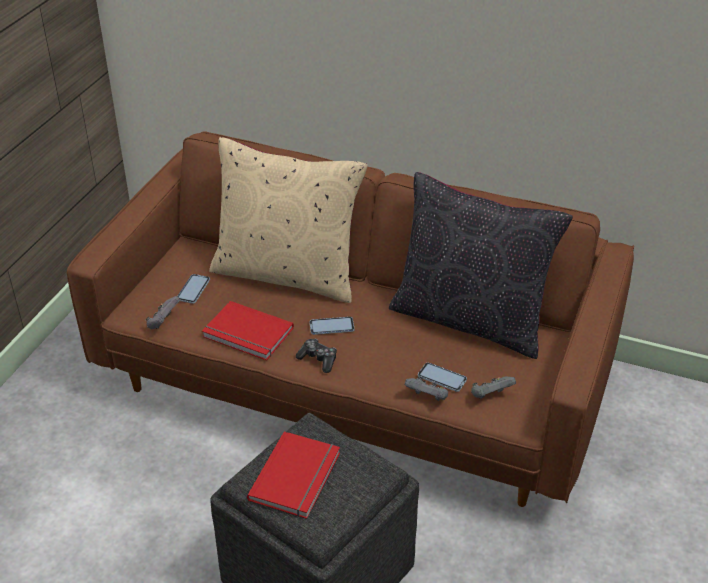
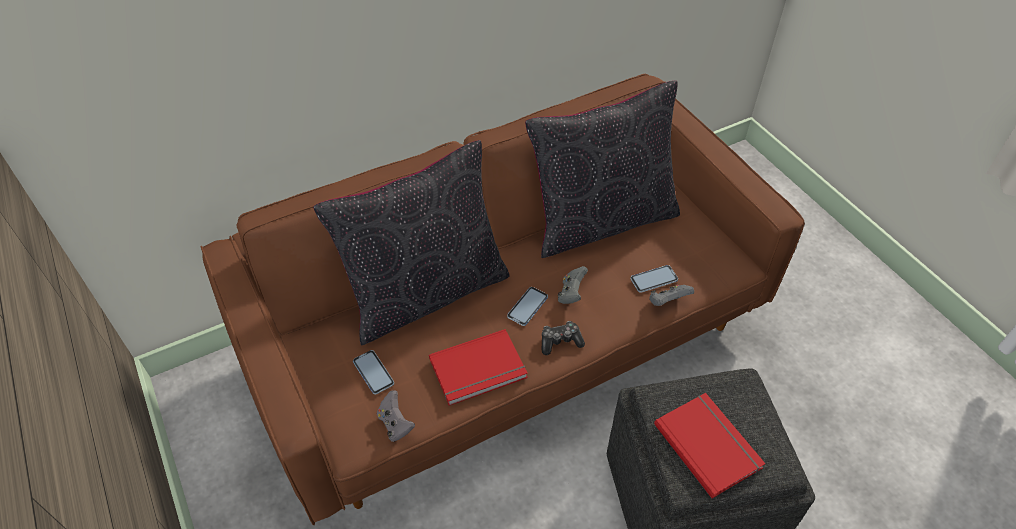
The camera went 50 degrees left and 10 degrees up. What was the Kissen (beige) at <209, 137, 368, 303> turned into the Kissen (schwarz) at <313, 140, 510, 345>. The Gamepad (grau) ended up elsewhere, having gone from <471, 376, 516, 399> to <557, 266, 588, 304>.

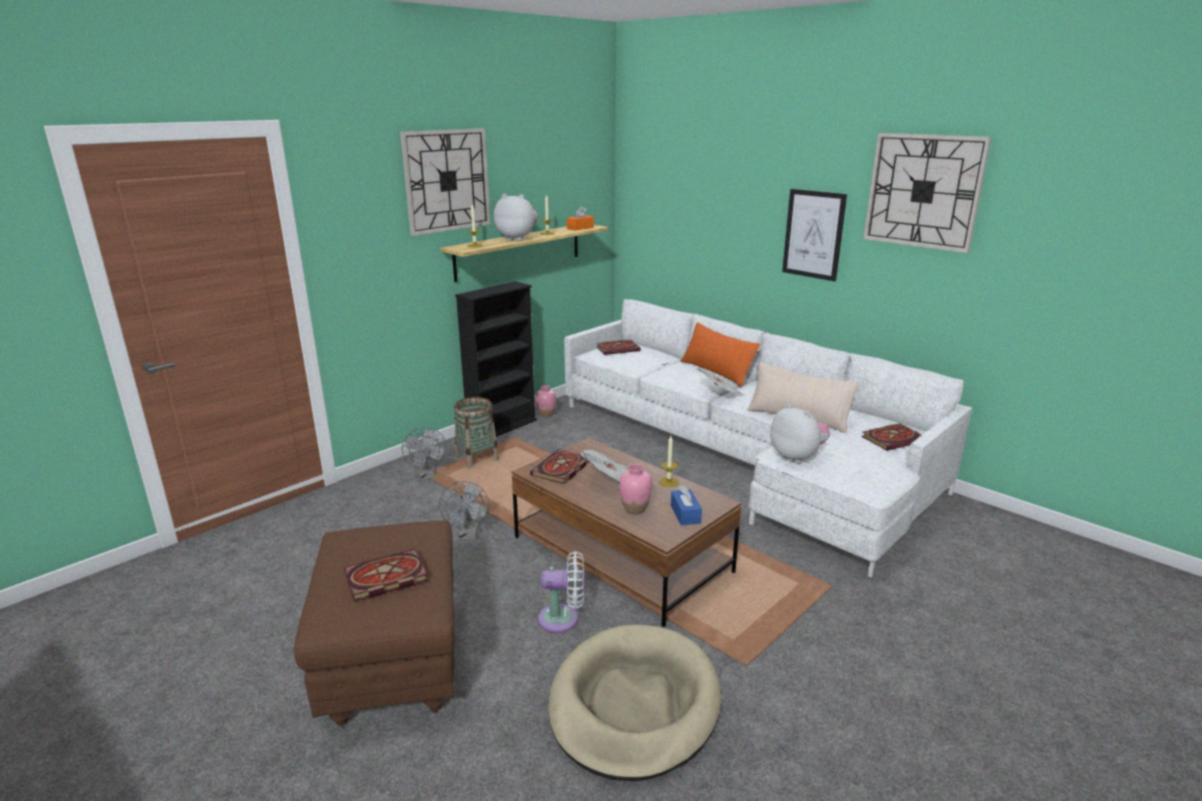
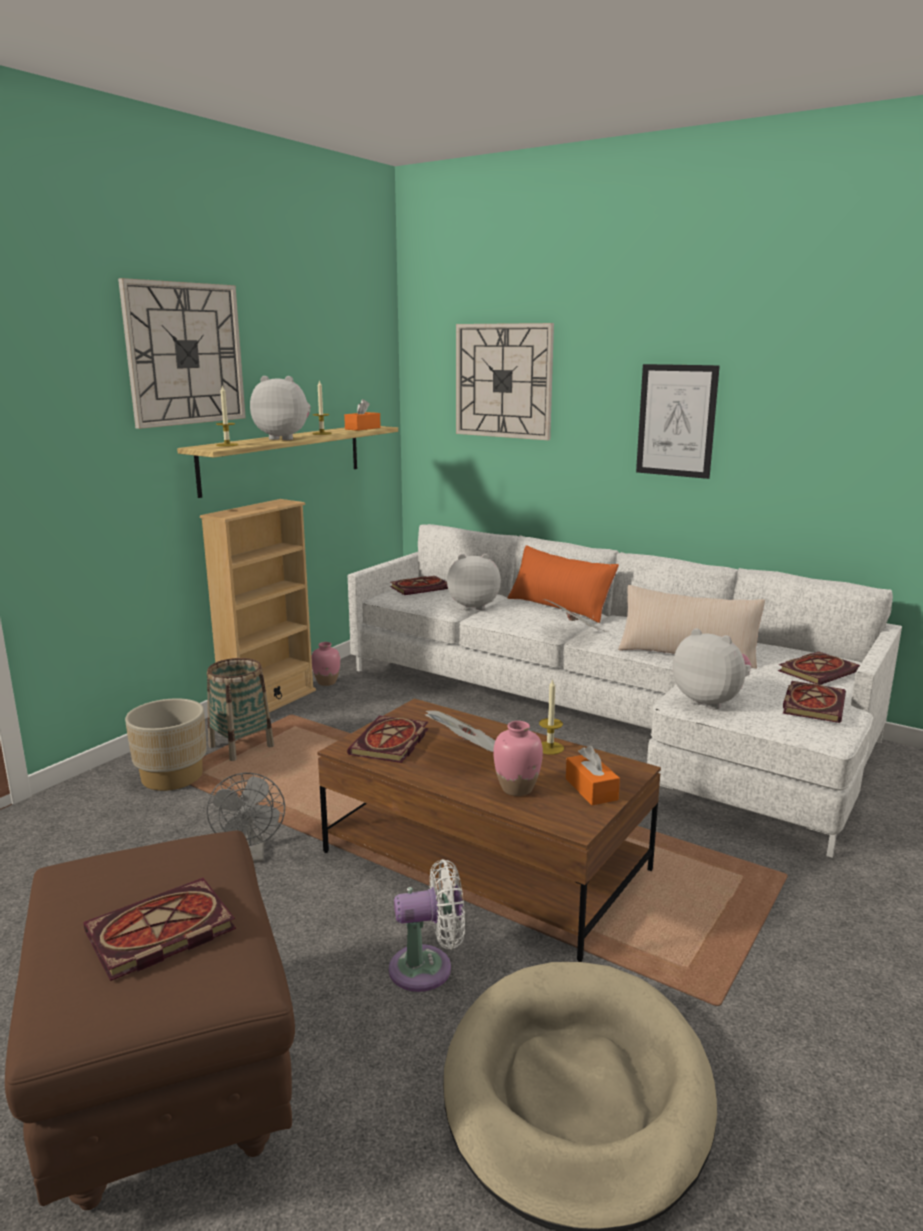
The camera went 10 degrees left and 5 degrees down. The Wanduhr ended up elsewhere, having gone from <863, 133, 992, 253> to <456, 323, 554, 440>. What was the Bücherregal (schwarz) at <455, 281, 537, 437> turned into the Bücherregal (beige) at <200, 499, 316, 712>. Where the Ventilator (grau) stood at <402, 427, 447, 480>, the Pflanzkübel (beige) came to stand at <125, 698, 207, 791>. What was the Taschentuchbox (blau) at <671, 485, 702, 525> turned into the Taschentuchbox (orange) at <566, 746, 620, 805>. The second view gained the Plüschtier at <447, 554, 501, 610>. The second view gained the Buch at <783, 681, 846, 723>.

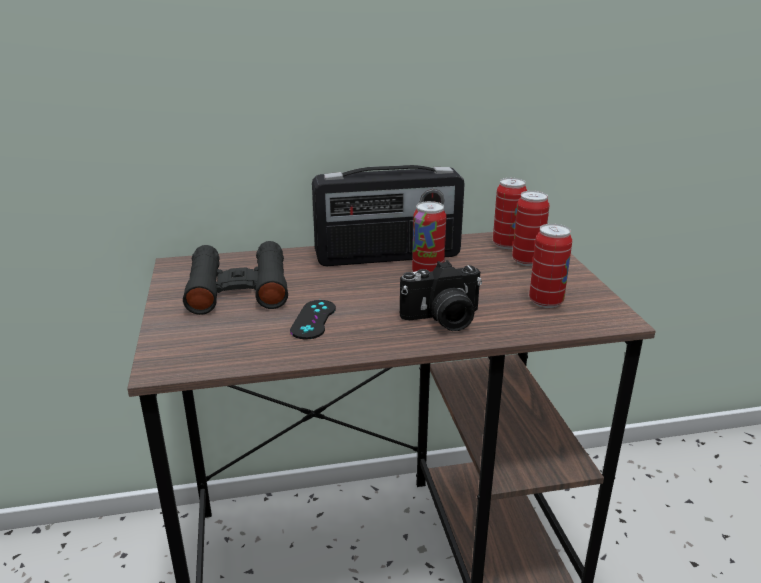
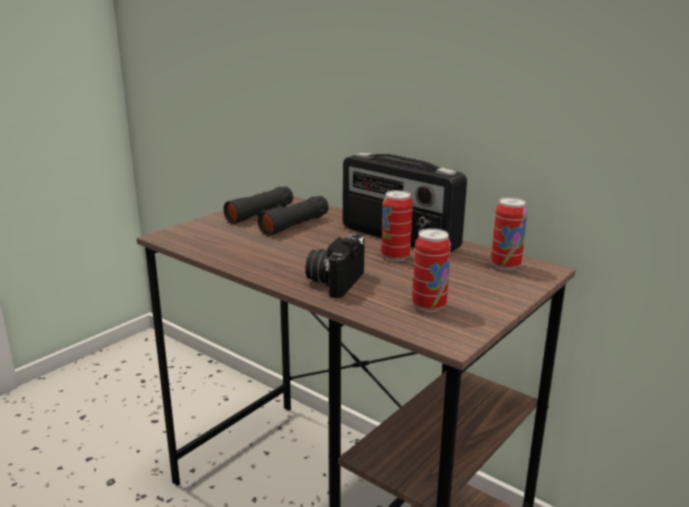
The camera went 50 degrees right and 5 degrees down. The second view lost the Dose at <512, 191, 549, 266>. The Kamera at <400, 260, 482, 331> ended up facing another way, 75 degrees clockwise from before. The second view lost the Gamepad (schwarz) at <290, 300, 336, 339>.

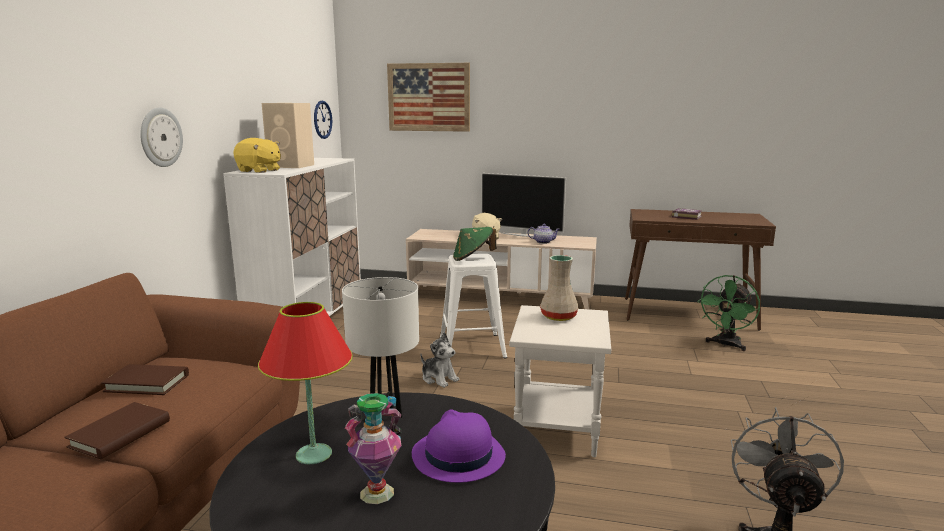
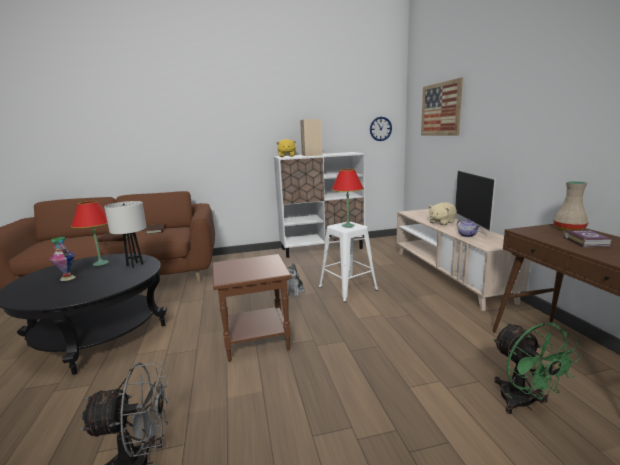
The camera went 65 degrees right and 0 degrees up. The second view lost the Wanduhr at <140, 107, 183, 167>. Where the Hut (grün) stood at <453, 227, 496, 261>, the Tischlampe (rot) came to stand at <331, 169, 364, 227>. The Vase (beige) ended up elsewhere, having gone from <540, 255, 579, 321> to <553, 181, 588, 231>. The Ventilator (grün) at <698, 275, 760, 351> ended up facing another way, 120 degrees counterclockwise from before. What was the Beistelltisch (weiß) at <509, 305, 611, 457> turned into the Beistelltisch (braun) at <213, 254, 292, 362>. The second view lost the Hut (lila) at <412, 410, 506, 483>.

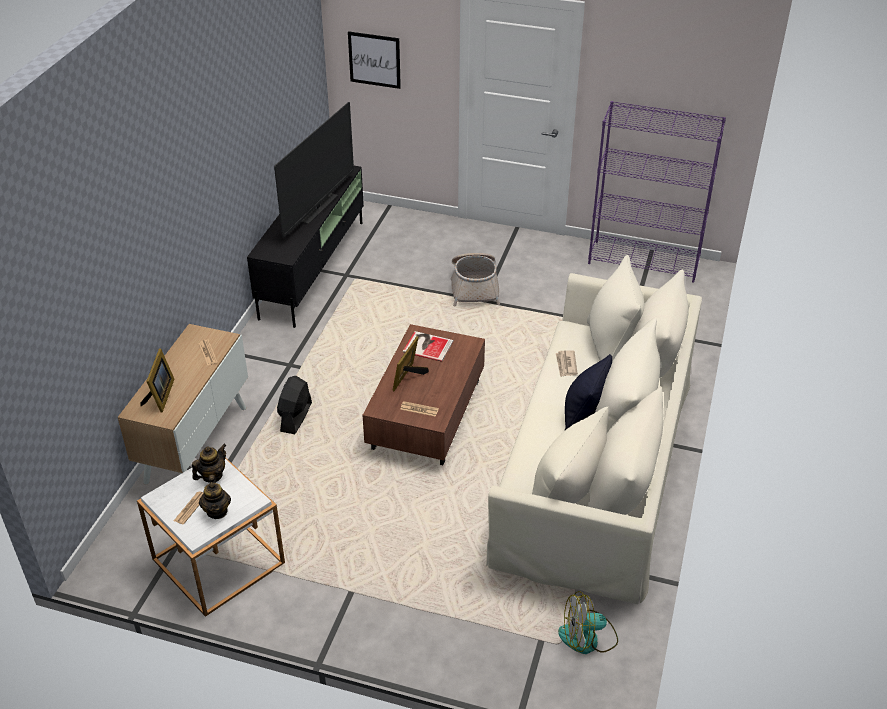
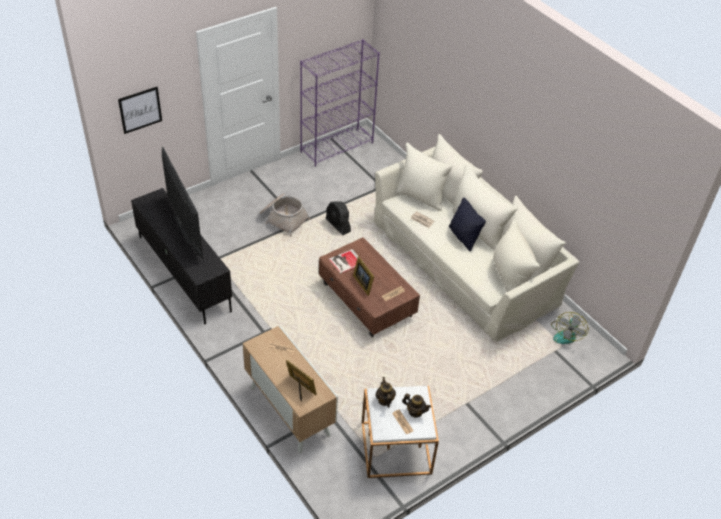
The camera went 55 degrees left and 5 degrees up. The Ventilator (schwarz) ended up elsewhere, having gone from <277, 376, 312, 434> to <326, 202, 351, 235>.

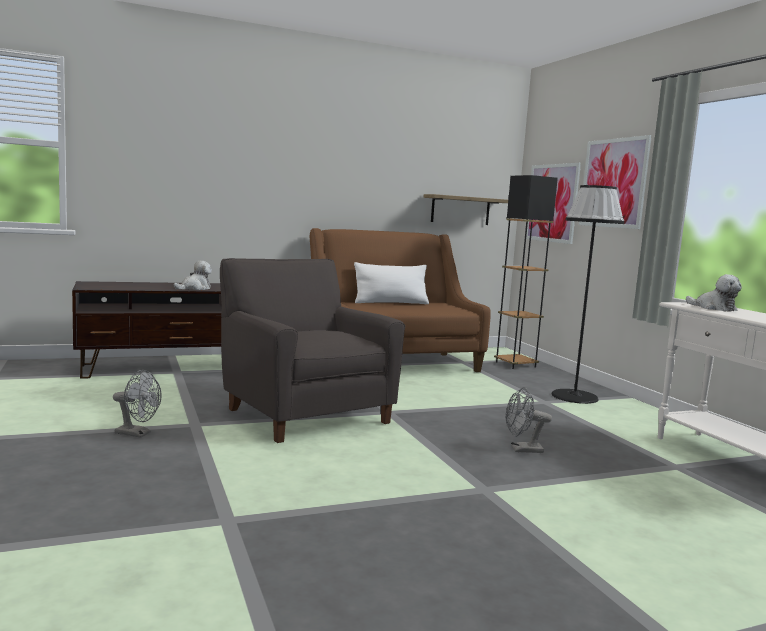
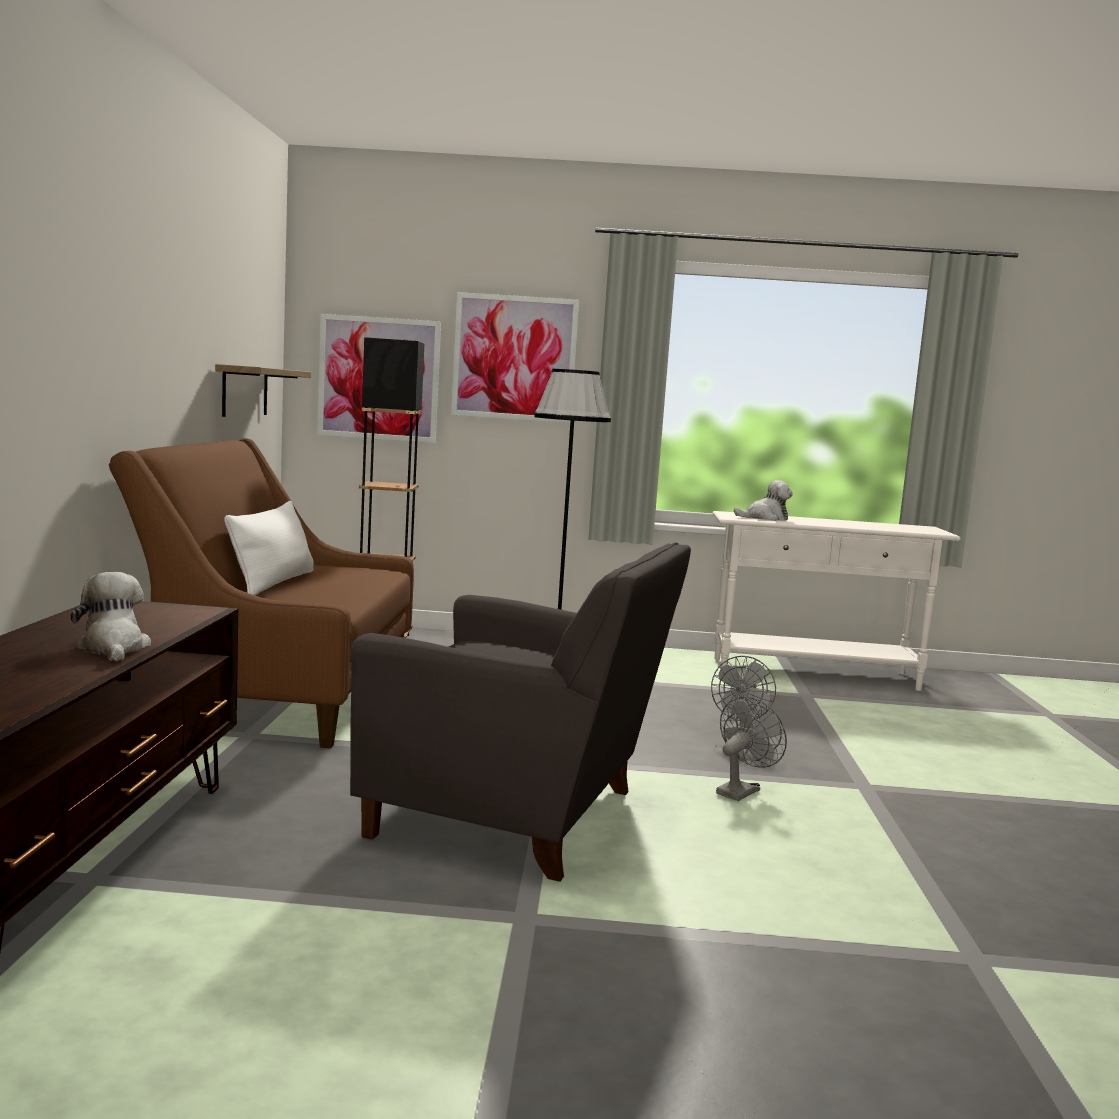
The camera went 65 degrees left and 0 degrees up. The Sessel (grau) at <220, 258, 405, 443> ended up facing another way, 150 degrees counterclockwise from before. The Ventilator (grau) ended up elsewhere, having gone from <113, 370, 162, 438> to <716, 696, 787, 801>.

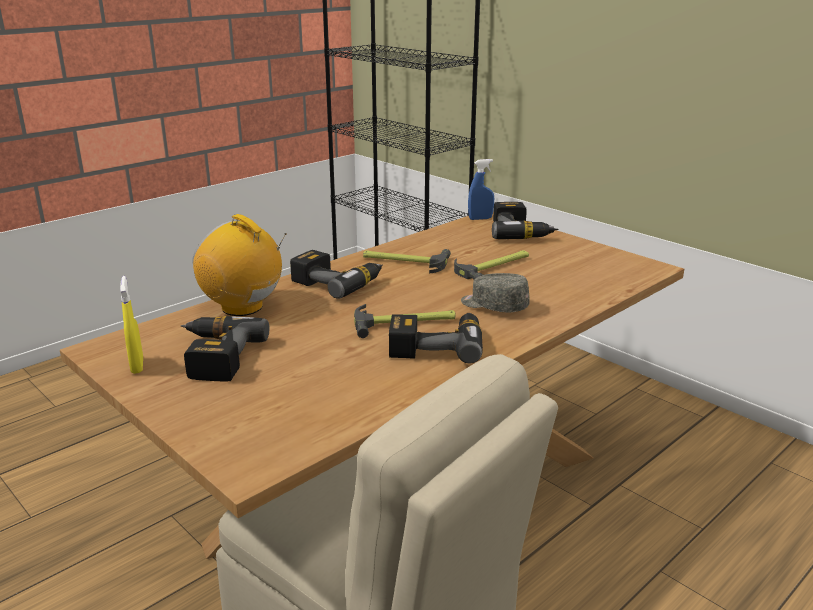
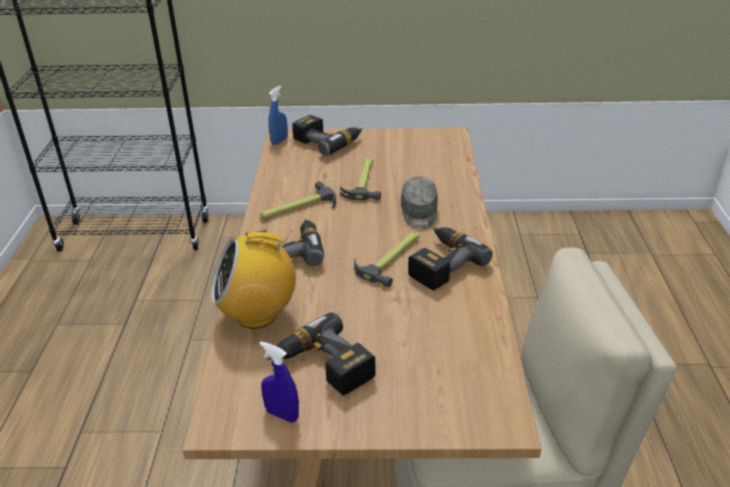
The camera went 45 degrees left and 10 degrees up. The Kappe (grau) at <461, 273, 530, 312> ended up facing another way, 75 degrees counterclockwise from before. What was the Sprühflasche (gelb) at <120, 276, 143, 374> turned into the Sprühflasche (blau) at <259, 341, 299, 423>.

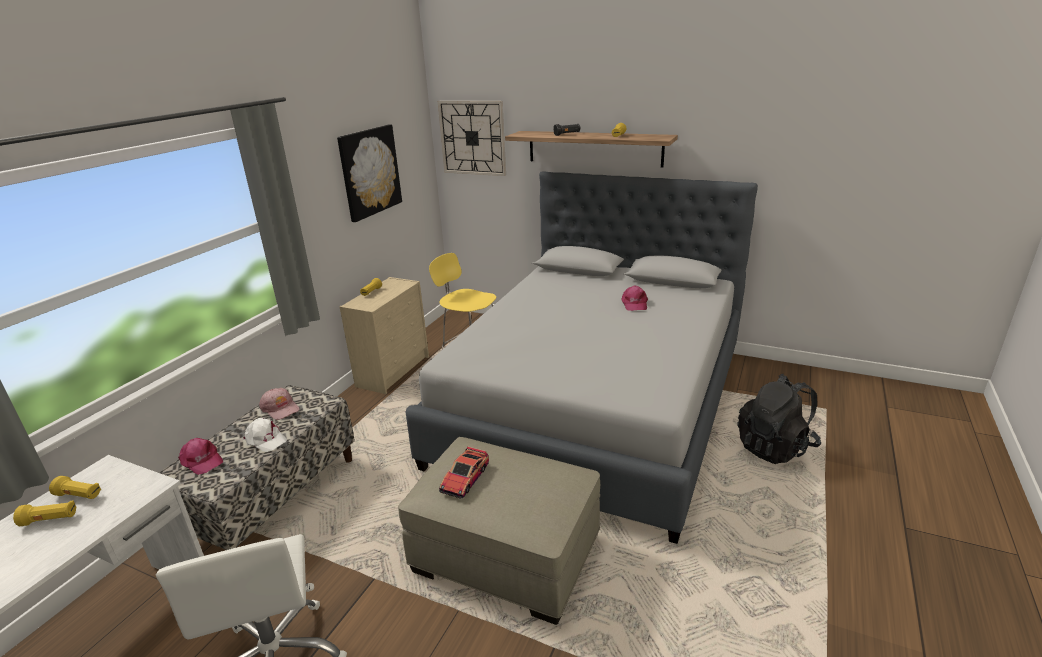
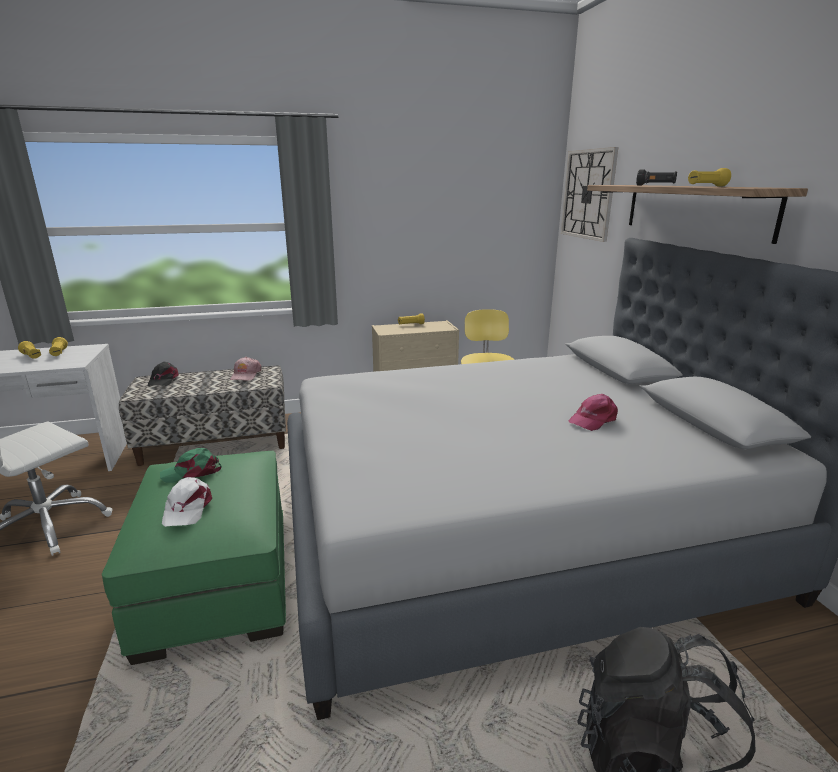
The camera went 50 degrees right and 5 degrees down. The second view lost the Bild at <337, 125, 402, 222>. The Kappe (weiß) ended up elsewhere, having gone from <243, 418, 287, 452> to <162, 477, 212, 527>. What was the Polsterhocker (beige) at <398, 437, 600, 625> turned into the Polsterhocker (grün) at <102, 451, 286, 665>. What was the Kappe (rosa) at <178, 438, 223, 475> turned into the Kappe (schwarz) at <147, 362, 179, 386>. Where the Spielzeugauto stood at <439, 446, 489, 498>, the Kappe (grün) came to stand at <160, 448, 222, 483>.

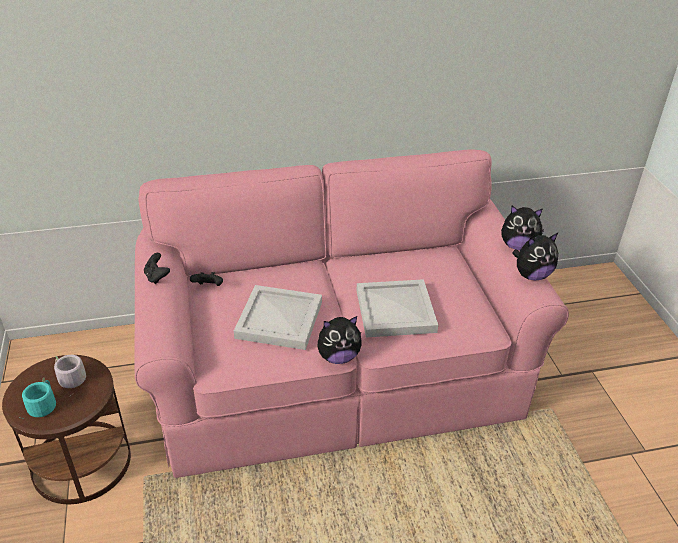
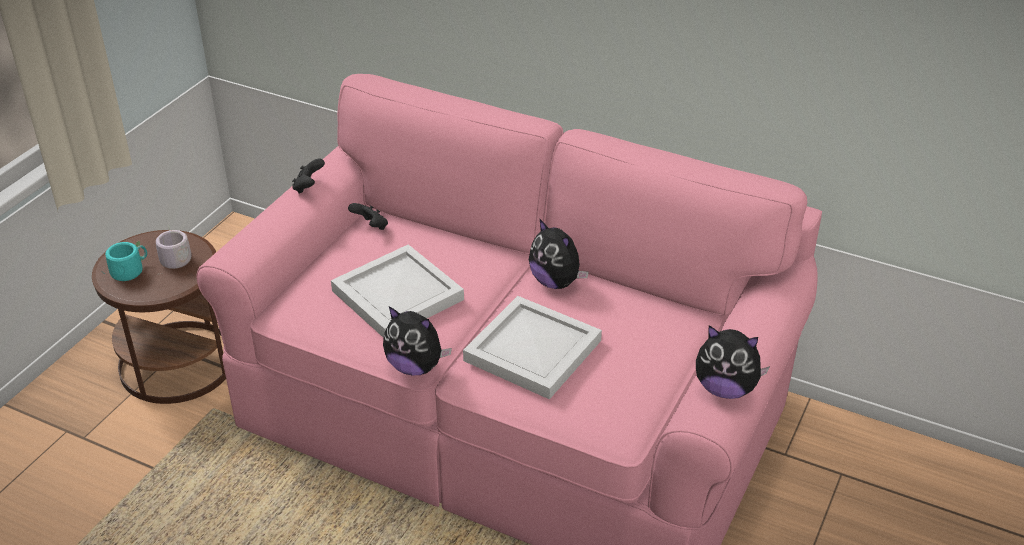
The camera went 40 degrees right and 0 degrees up. The Plüschtier ended up elsewhere, having gone from <501, 206, 544, 251> to <529, 218, 589, 289>.

